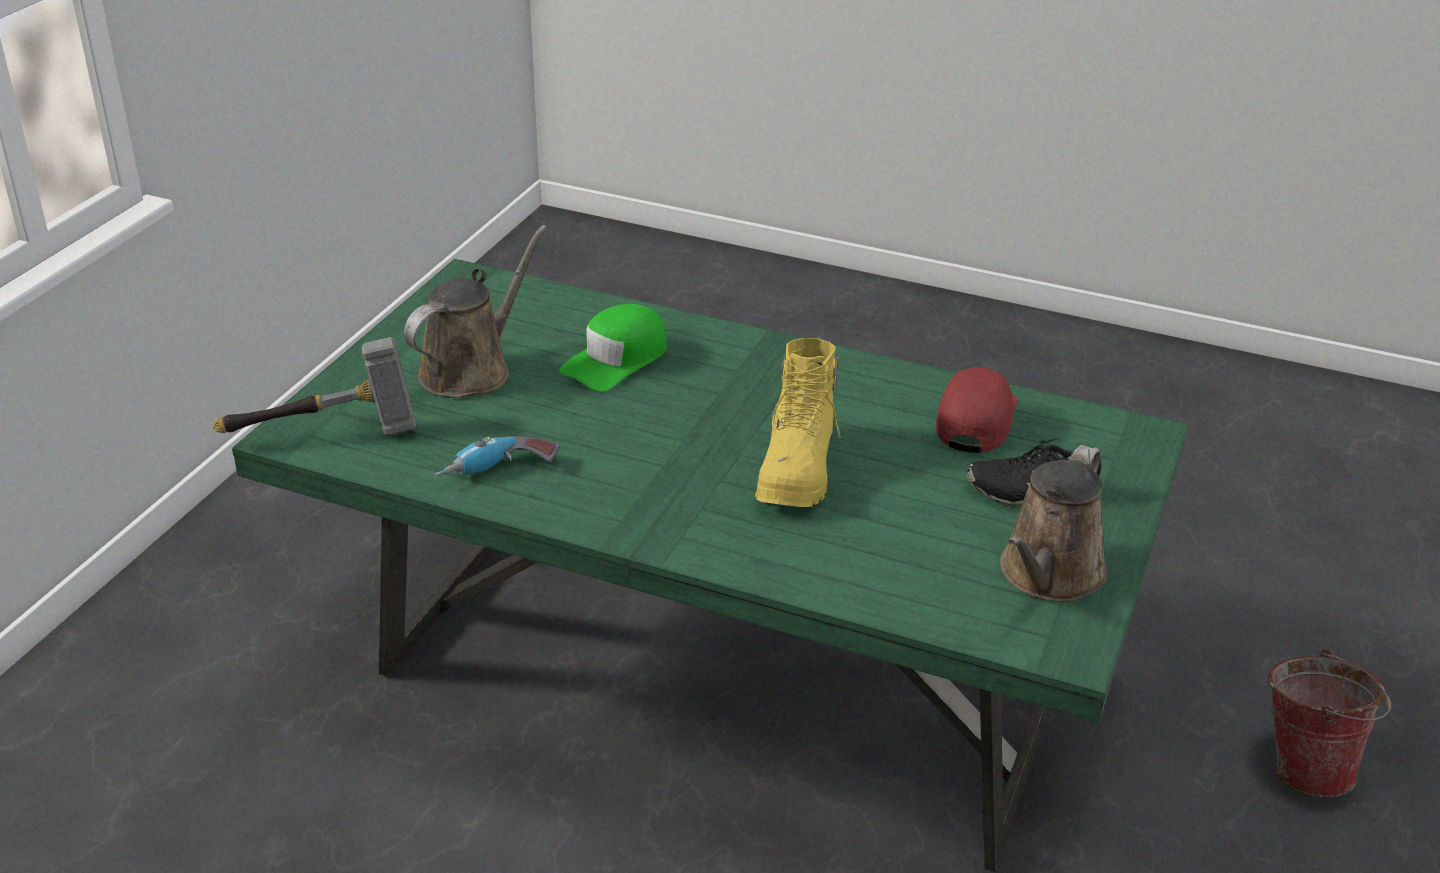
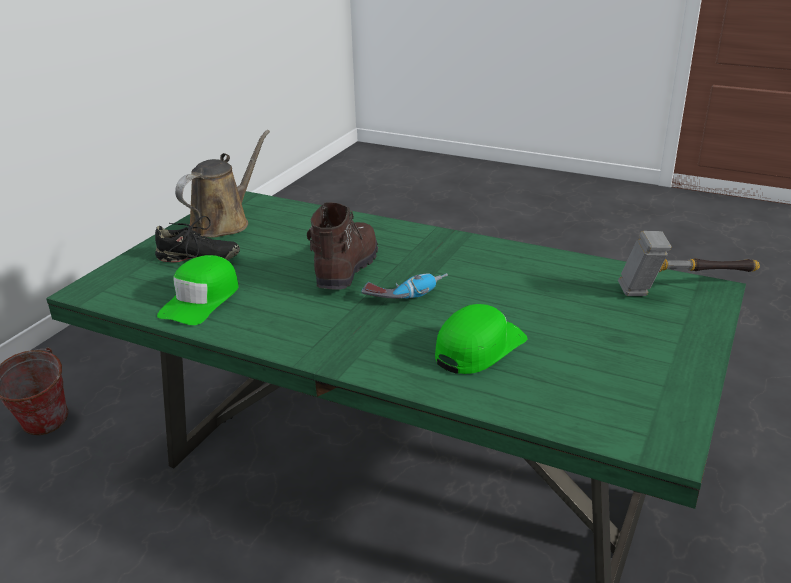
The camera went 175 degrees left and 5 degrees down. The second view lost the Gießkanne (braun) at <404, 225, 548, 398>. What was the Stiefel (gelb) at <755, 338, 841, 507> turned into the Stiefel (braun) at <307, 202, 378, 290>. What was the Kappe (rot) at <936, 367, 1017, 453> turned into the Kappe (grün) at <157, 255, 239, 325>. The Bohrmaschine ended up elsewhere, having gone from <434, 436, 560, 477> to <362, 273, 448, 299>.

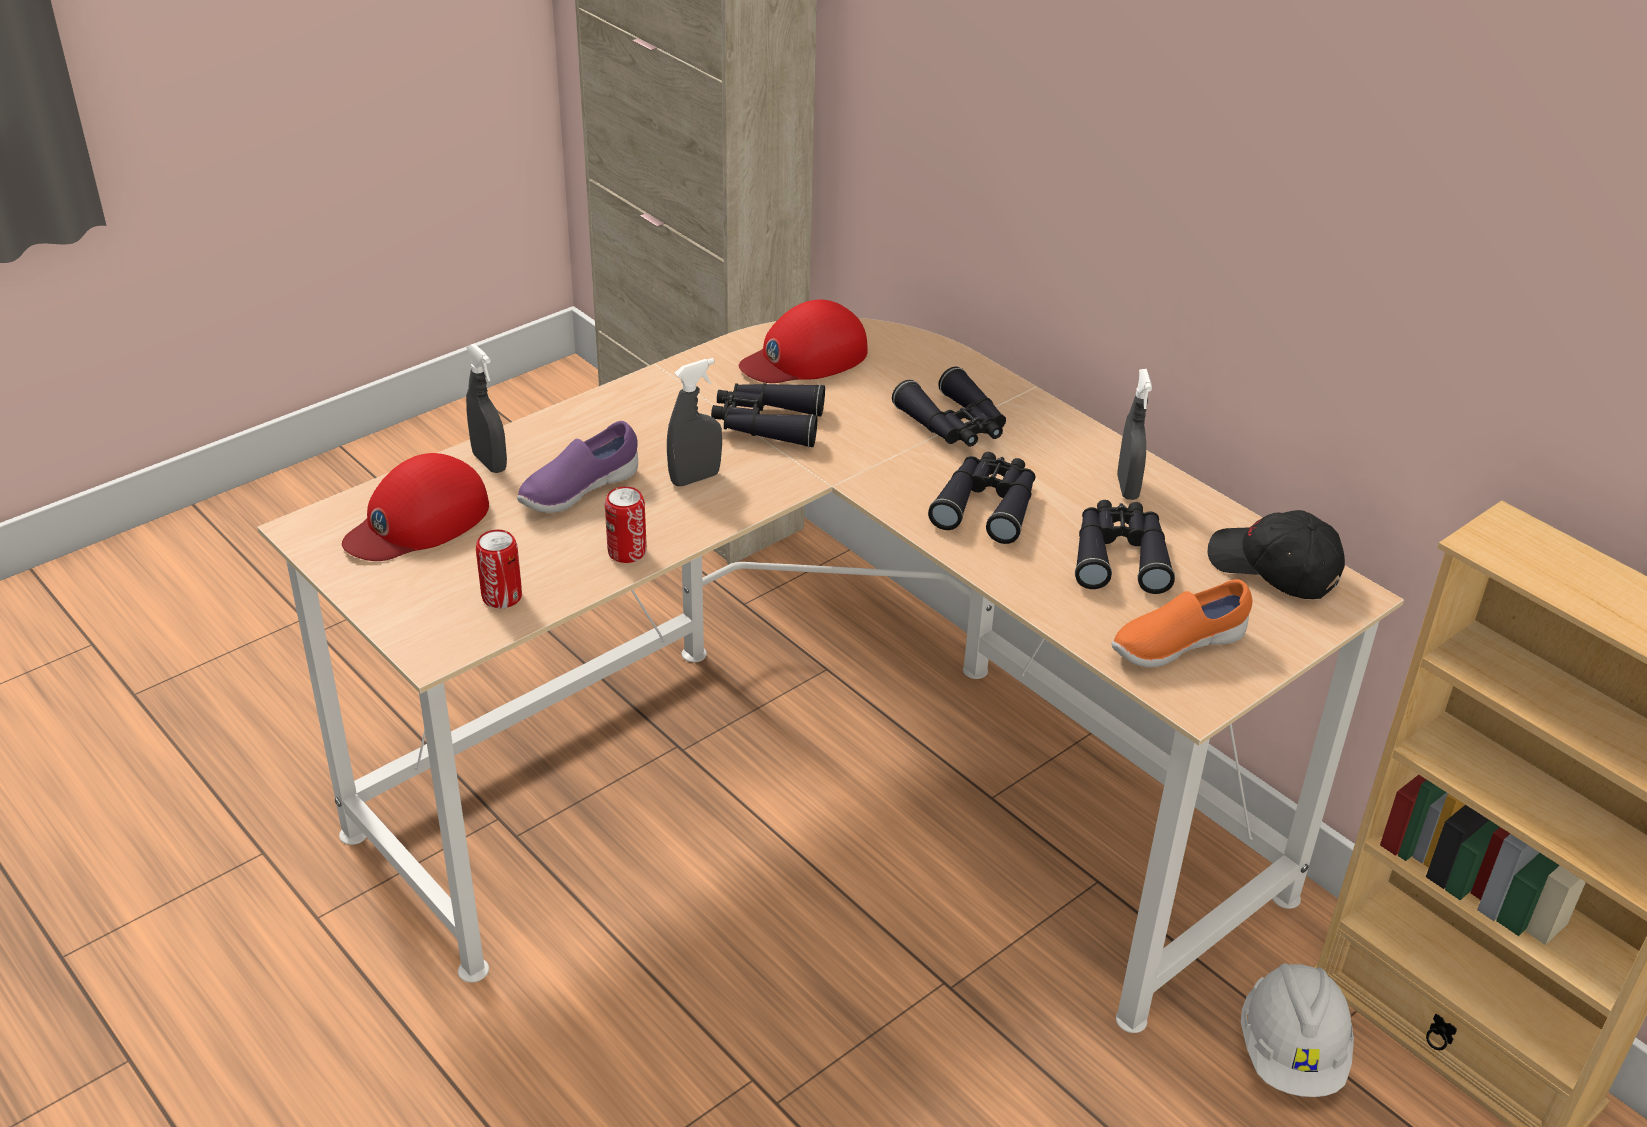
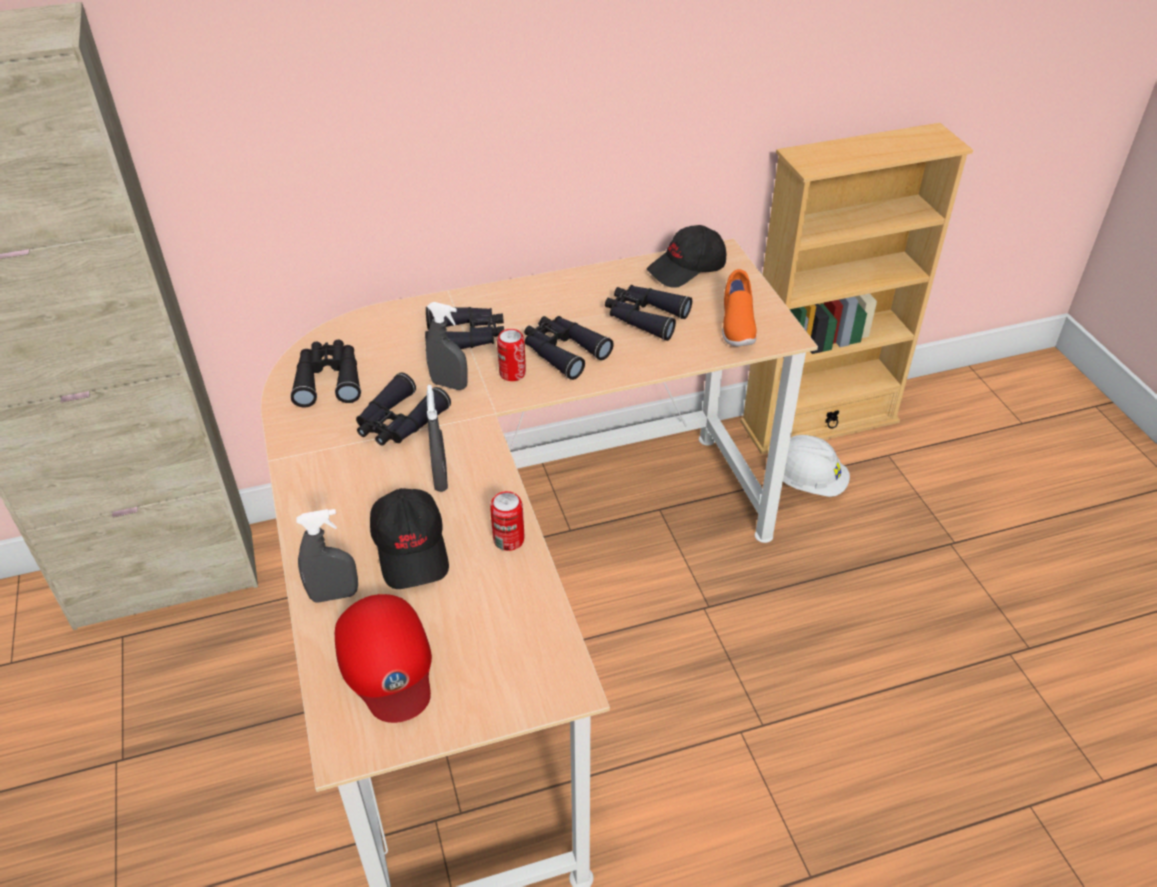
The camera went 65 degrees left and 5 degrees up. Where the Kappe (rot) stood at <739, 299, 868, 383>, the Fernglas (schwarz) came to stand at <290, 340, 361, 407>. The Sprühflasche (grau) ended up elsewhere, having gone from <1117, 369, 1152, 500> to <426, 302, 468, 390>. Where the Schuh (lila) stood at <517, 421, 638, 513>, the Kappe (schwarz) came to stand at <370, 488, 449, 589>. The Dose ended up elsewhere, having gone from <476, 530, 522, 608> to <497, 329, 526, 381>.

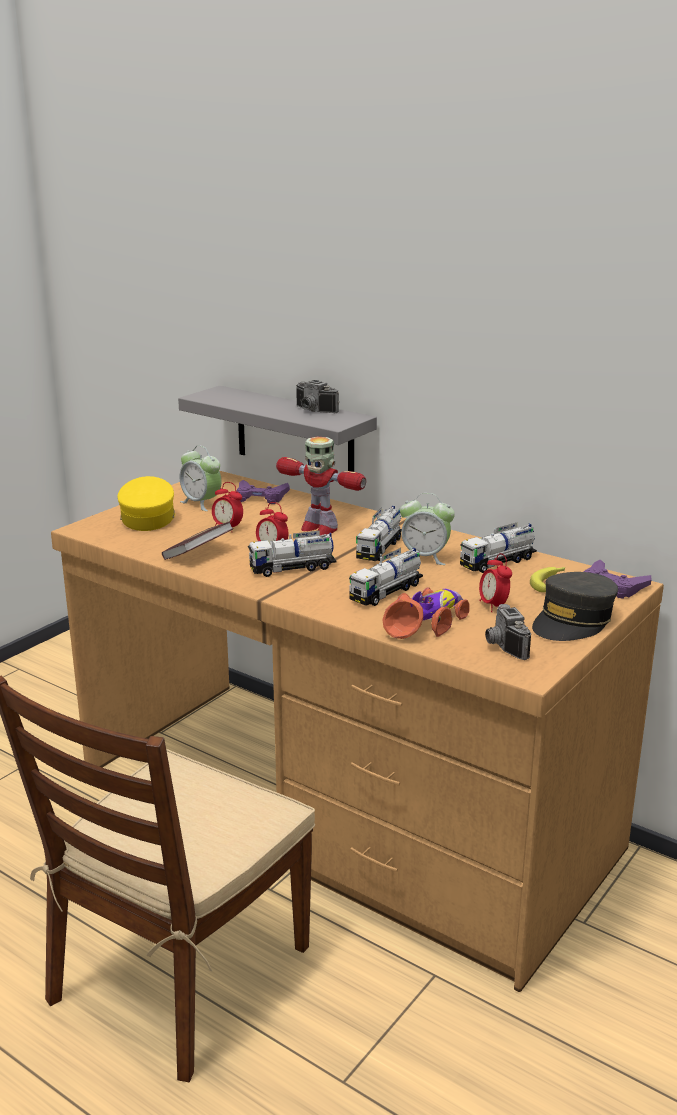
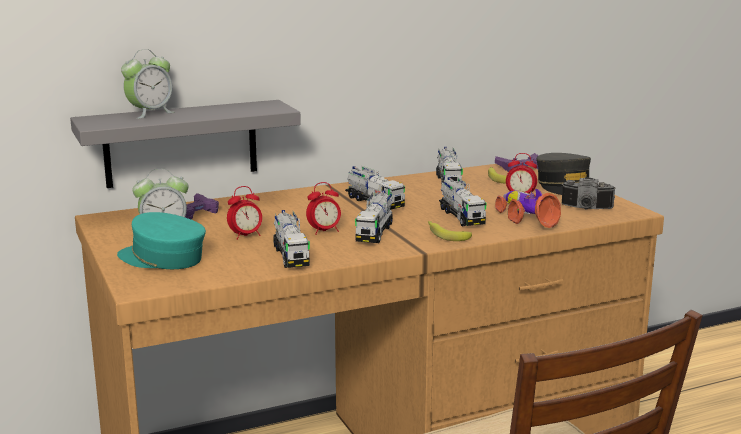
The camera went 60 degrees left and 5 degrees down. The second view lost the Kamera at <296, 380, 339, 413>. The second view lost the Spielzeugroboter at <276, 437, 366, 535>. What was the Kappe (gelb) at <117, 476, 175, 531> turned into the Kappe (türkis) at <117, 212, 206, 269>. The Wecker ended up elsewhere, having gone from <400, 493, 455, 565> to <121, 49, 175, 119>. Where the Buch stood at <161, 521, 234, 560>, the Spielzeuglaster came to stand at <273, 210, 310, 268>. The second view gained the Banane at <428, 221, 472, 241>.

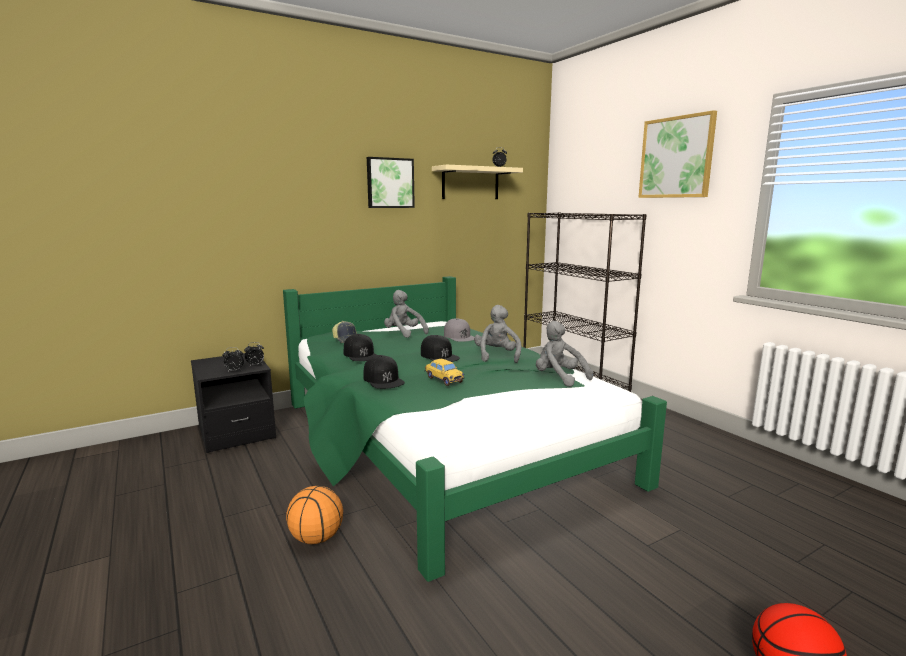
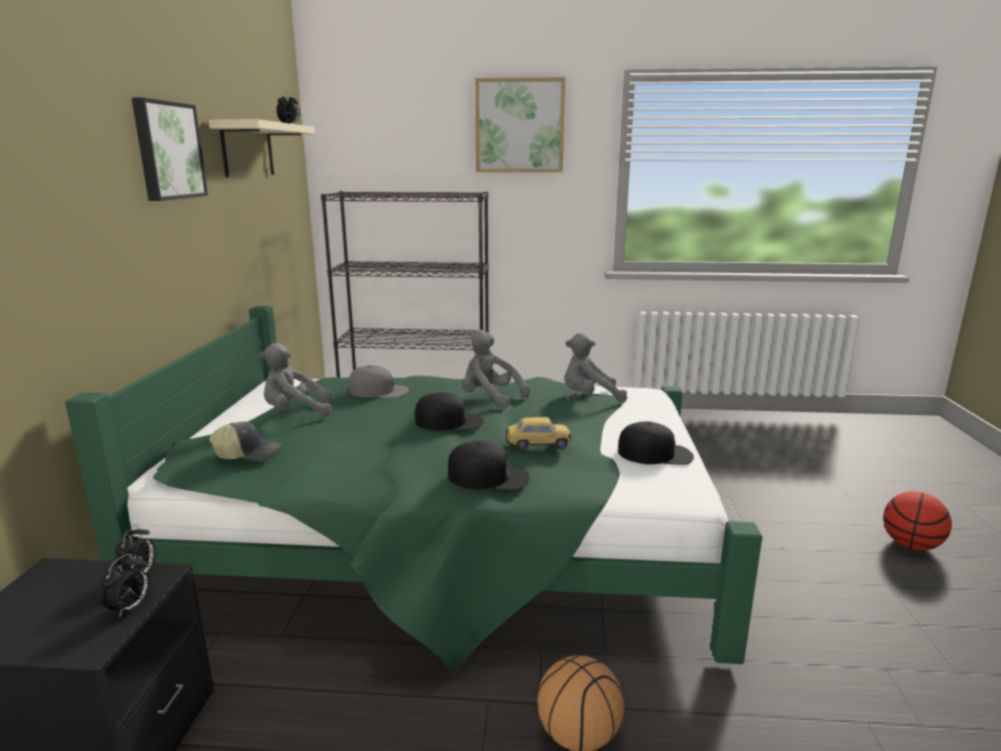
The camera went 55 degrees left and 5 degrees up. The Kappe (schwarz) ended up elsewhere, having gone from <344, 334, 376, 361> to <618, 421, 694, 465>.

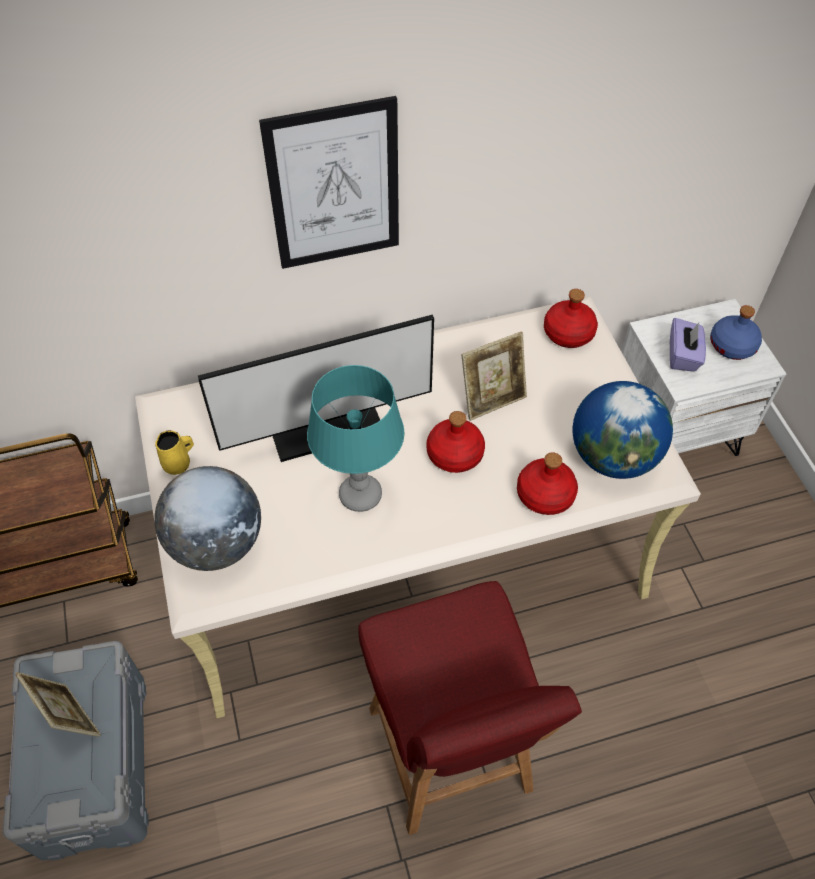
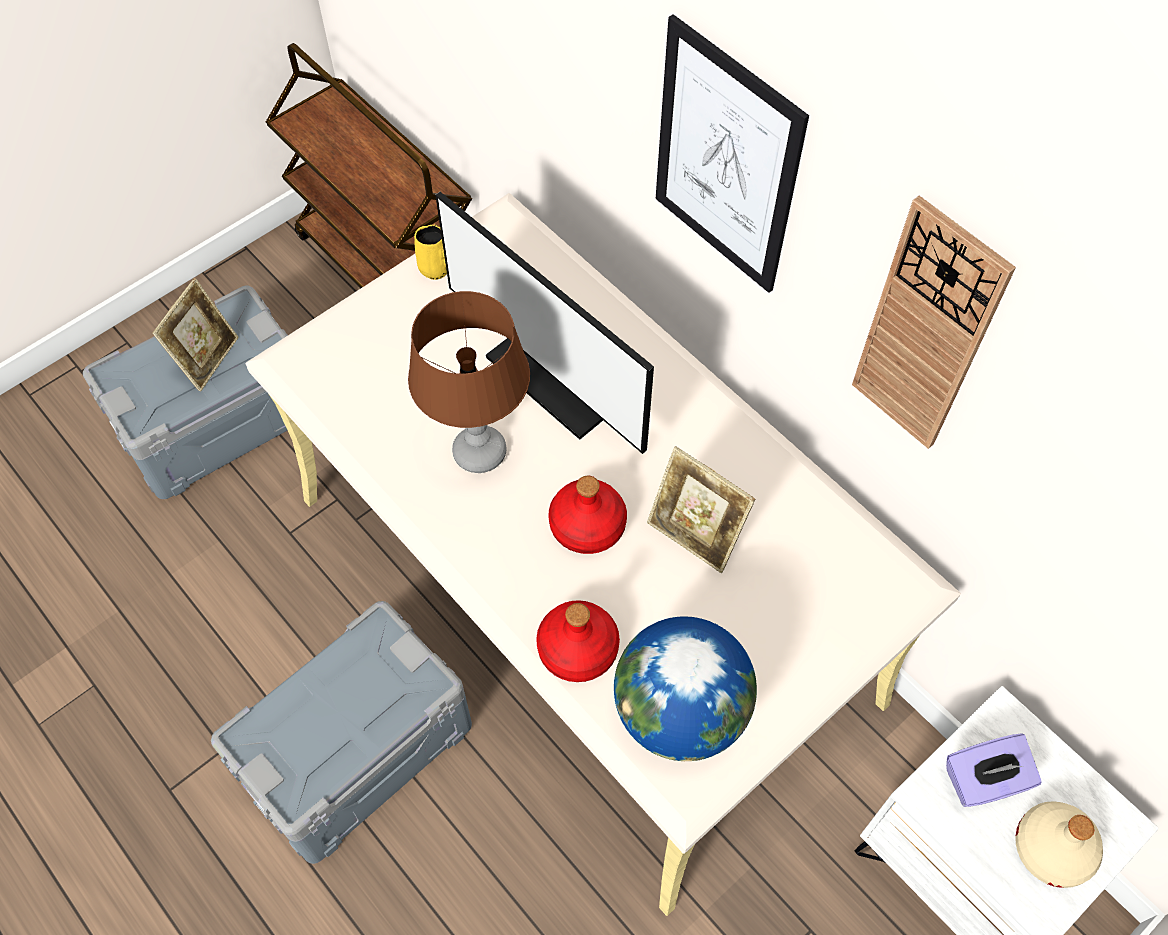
The camera went 65 degrees right and 5 degrees up. The second view lost the Flasche (rot) at <544, 289, 598, 348>. What was the Flasche (blau) at <710, 305, 762, 360> turned into the Flasche (beige) at <1015, 801, 1103, 888>. What was the Tischlampe (türkis) at <307, 365, 405, 512> turned into the Tischlampe (braun) at <408, 291, 530, 473>. The second view lost the Globus at <154, 466, 261, 571>. Where the Stuhl (rot) stood at <358, 581, 582, 835>, the Aufbewahrungsbox (grau) came to stand at <211, 601, 472, 864>. The second view gained the Wanduhr at <852, 196, 1016, 449>.

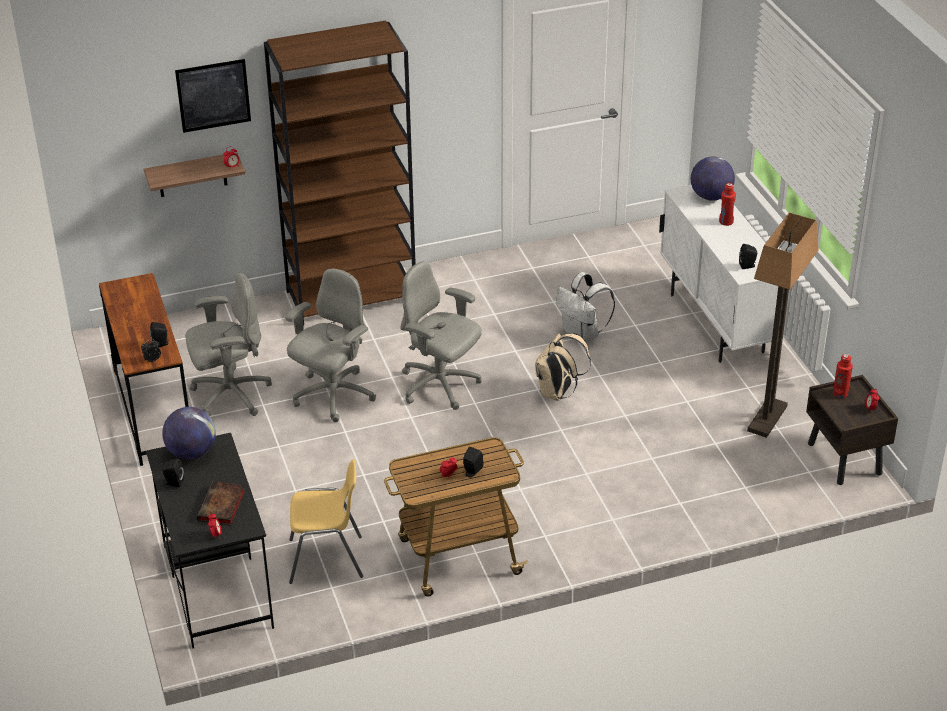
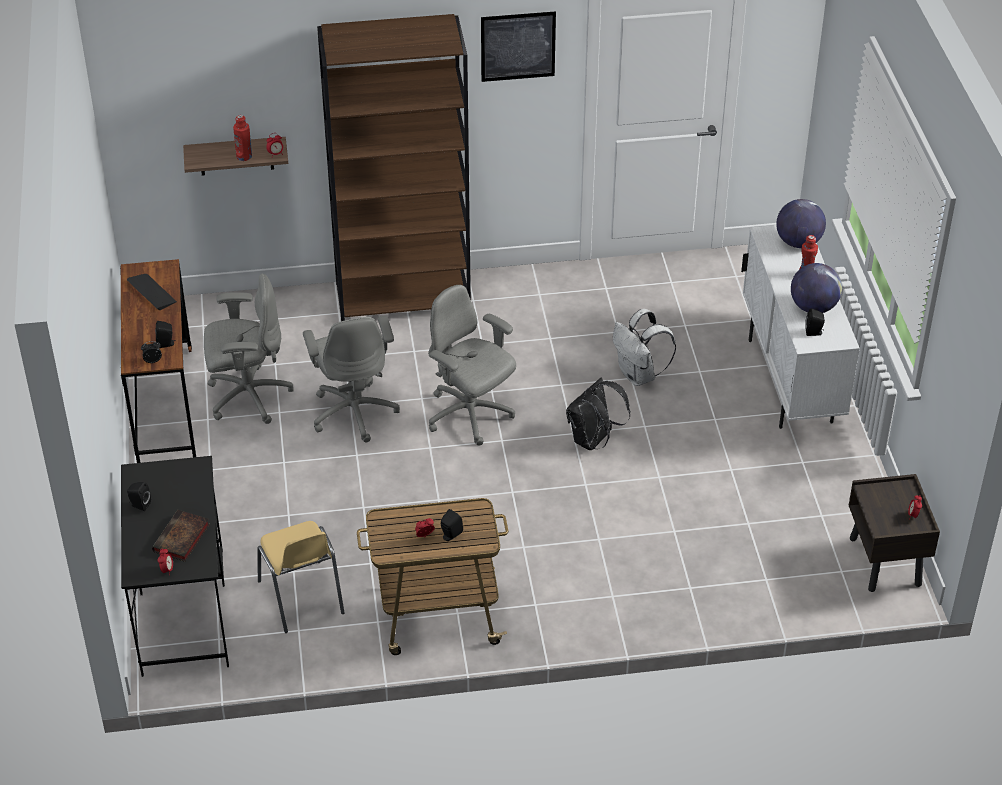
The camera went 10 degrees right and 5 degrees up. The Bild ended up elsewhere, having gone from <175, 59, 251, 133> to <481, 11, 556, 82>. The second view lost the Stehlampe at <747, 213, 819, 438>. The Bürostuhl (grau) at <285, 269, 376, 422> ended up facing another way, 120 degrees clockwise from before. What was the Rucksack (beige) at <535, 333, 591, 401> turned into the Rucksack (schwarz) at <566, 378, 631, 450>. The Flasche (rot) ended up elsewhere, having gone from <833, 354, 853, 398> to <233, 115, 252, 161>. The Globus ended up elsewhere, having gone from <162, 407, 216, 459> to <791, 263, 842, 313>. The Stuhl (gelb) at <289, 459, 363, 584> ended up facing another way, 60 degrees clockwise from before. The second view gained the Tastatur at <127, 274, 177, 310>.

